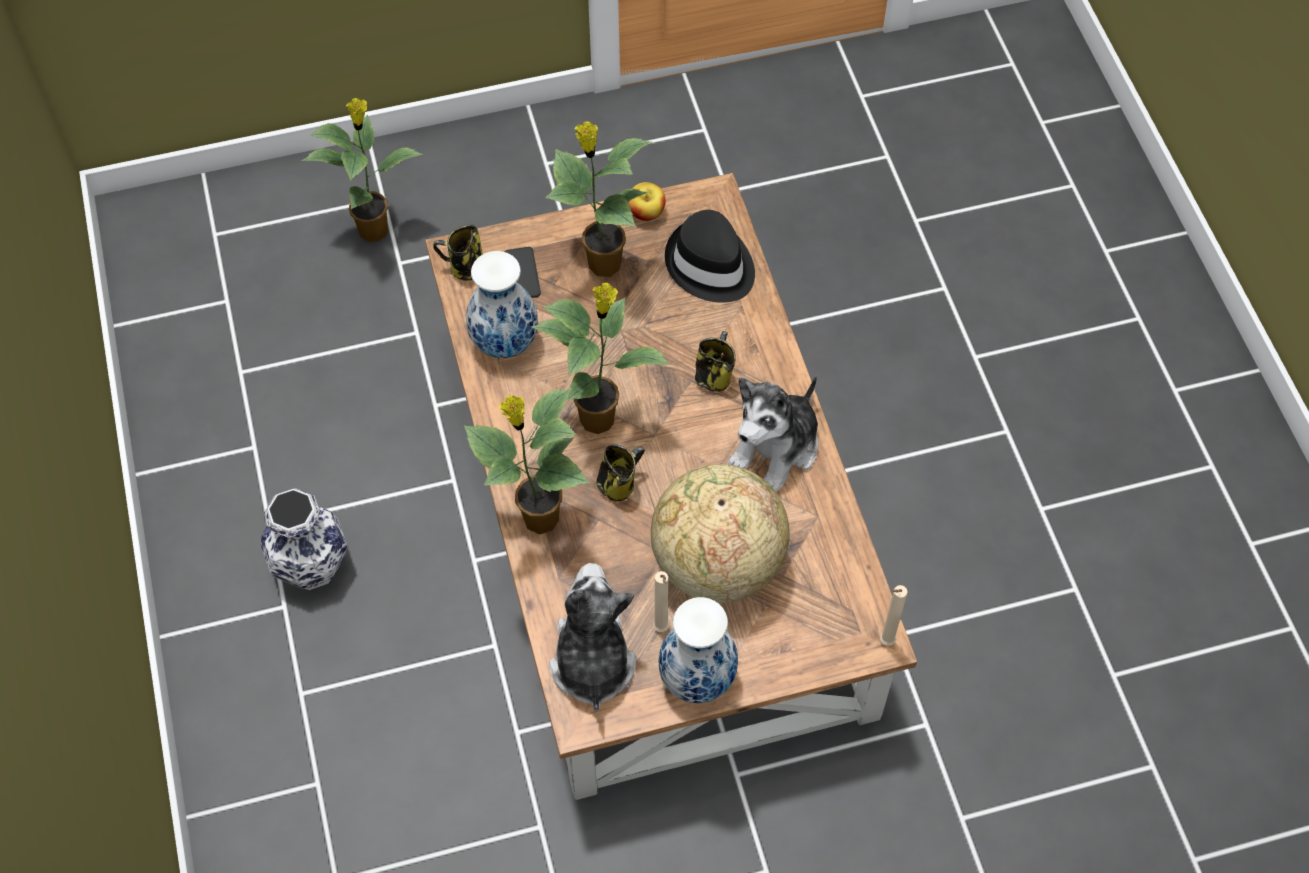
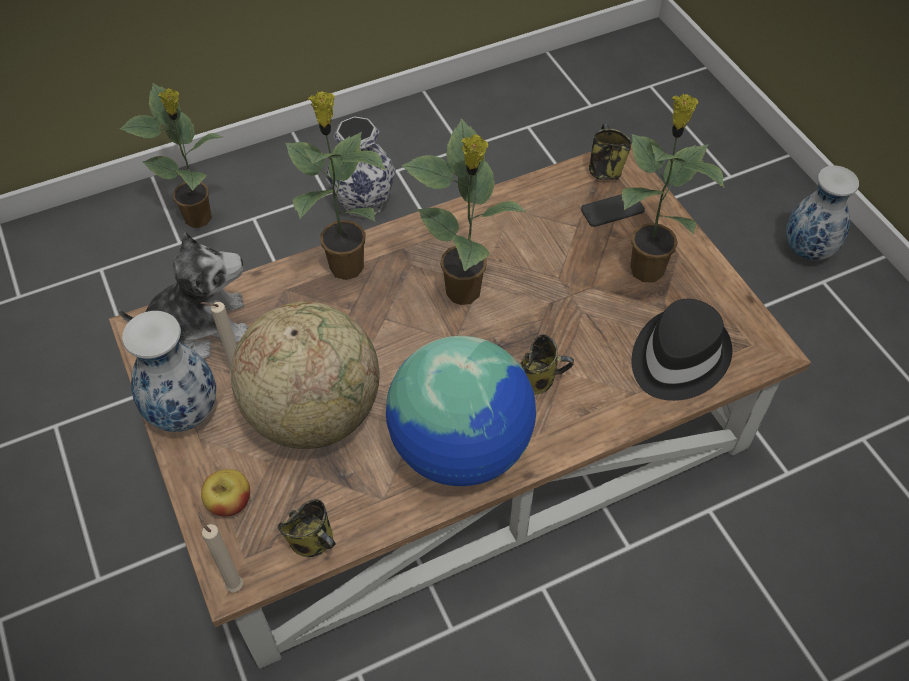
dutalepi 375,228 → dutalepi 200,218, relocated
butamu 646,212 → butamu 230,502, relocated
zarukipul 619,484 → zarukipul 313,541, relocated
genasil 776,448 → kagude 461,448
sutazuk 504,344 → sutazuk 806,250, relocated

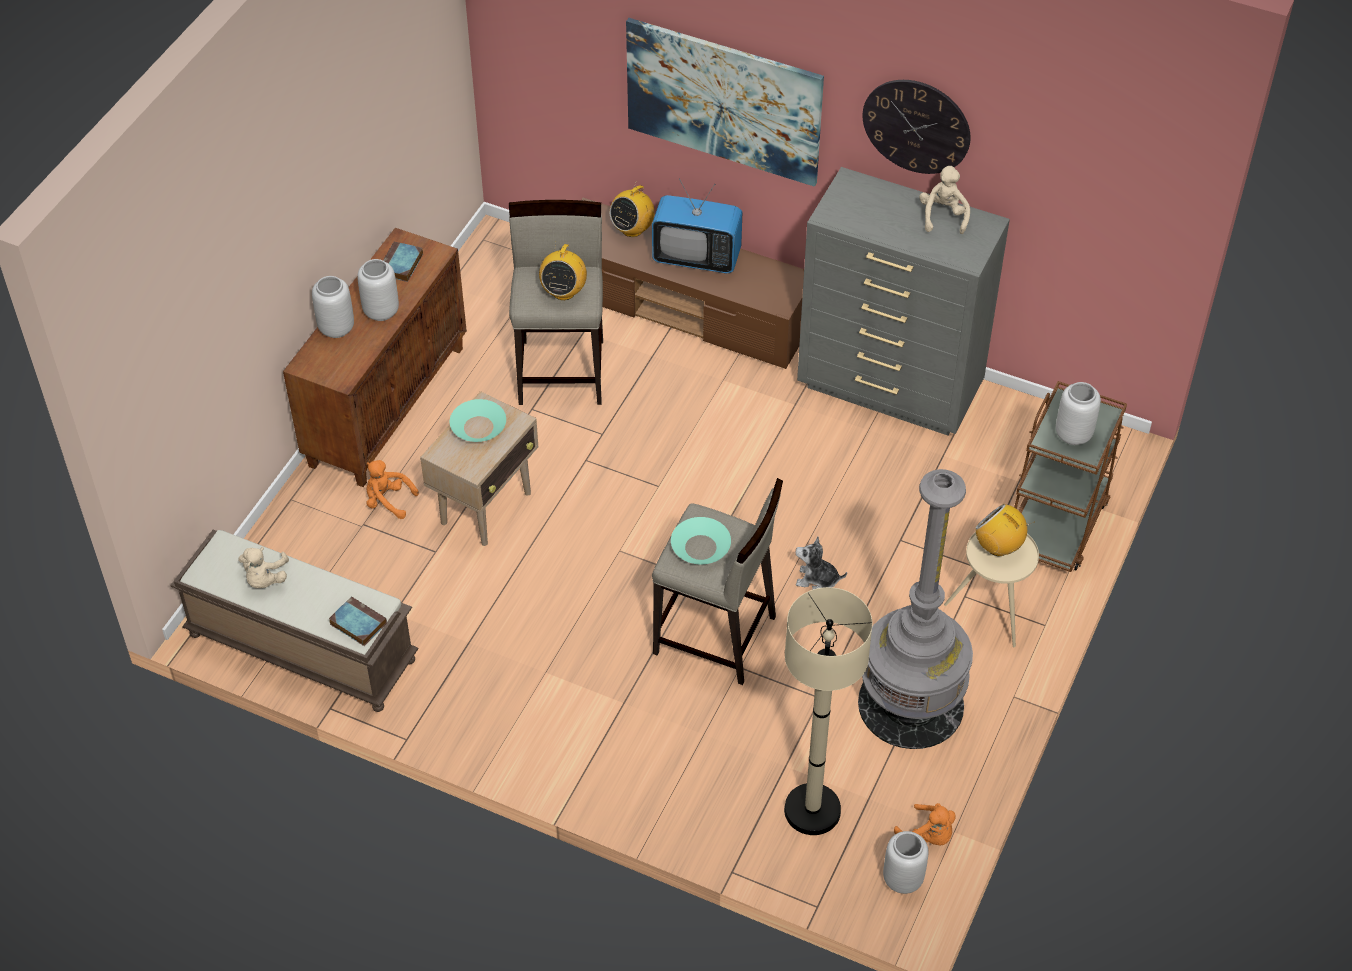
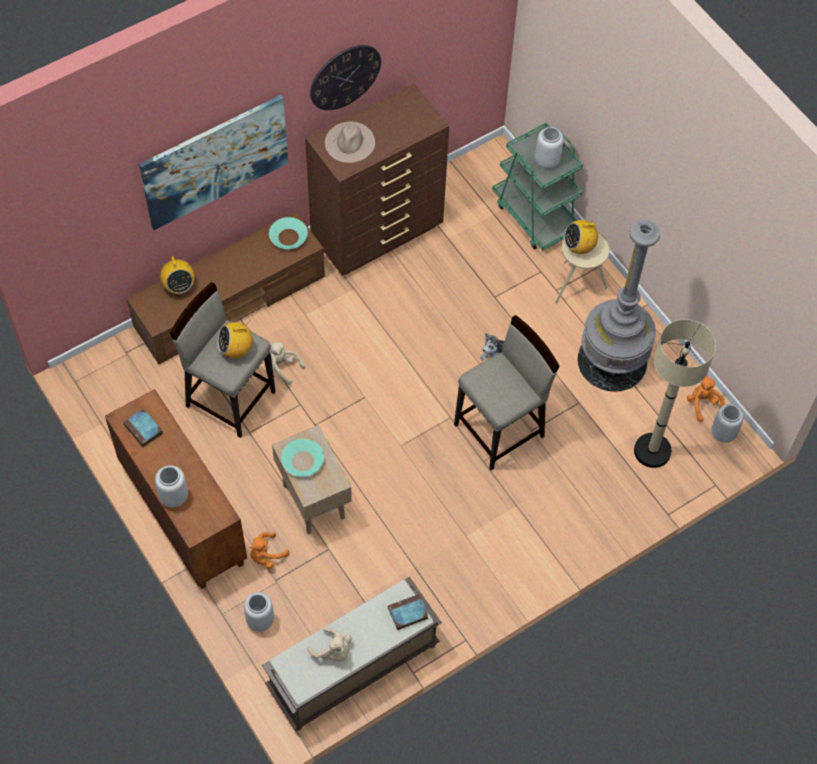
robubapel 563,292 → robubapel 236,350, 120 degrees clockwise
grey_sutazuk 381,311 → grey_sutazuk 259,620, relocated
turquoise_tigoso 700,547 → turquoise_tigoso 288,237, relocated
beige_genasil 943,216 → beige_genasil 282,368, relocated
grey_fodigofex 890,389 → brown_fodigofex 378,233
- → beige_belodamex 350,142
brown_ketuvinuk 1056,523 → green_ketuvinuk 535,215
orange_genasil 928,835 → orange_genasil 703,404, 90 degrees counterclockwise
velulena 697,257 → -

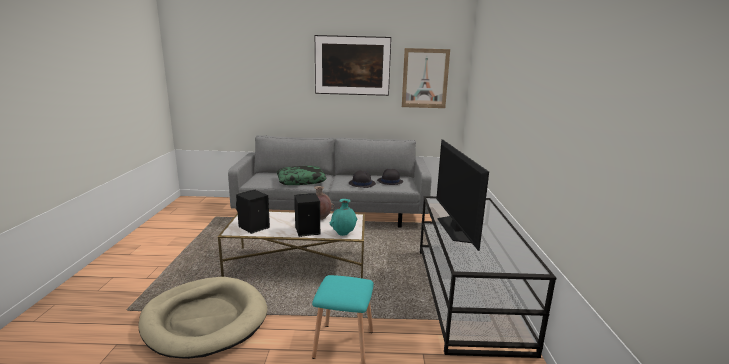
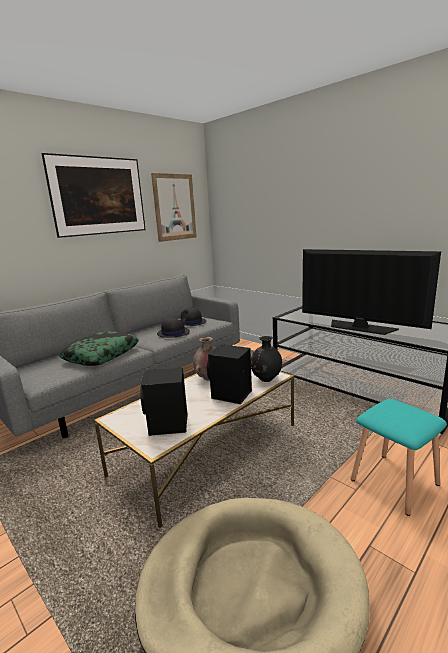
turquoise_sutazuk 343,233 → black_sutazuk 266,379

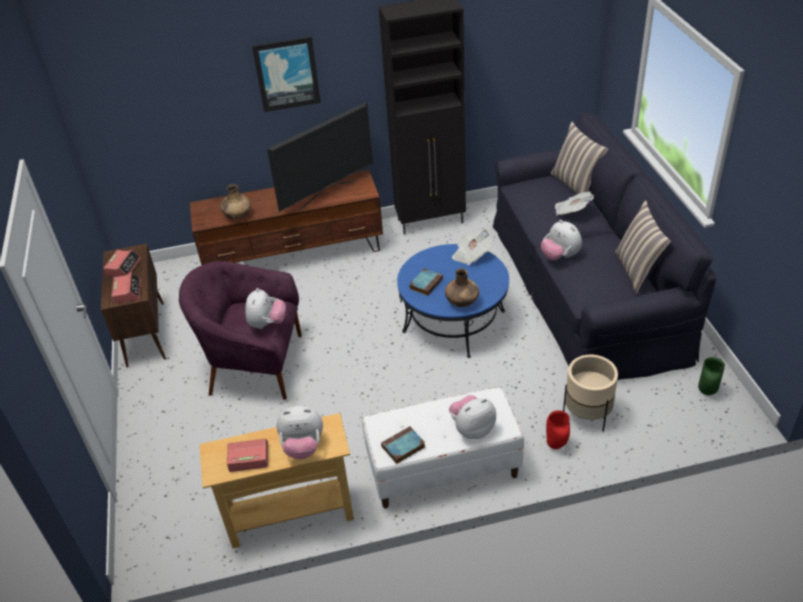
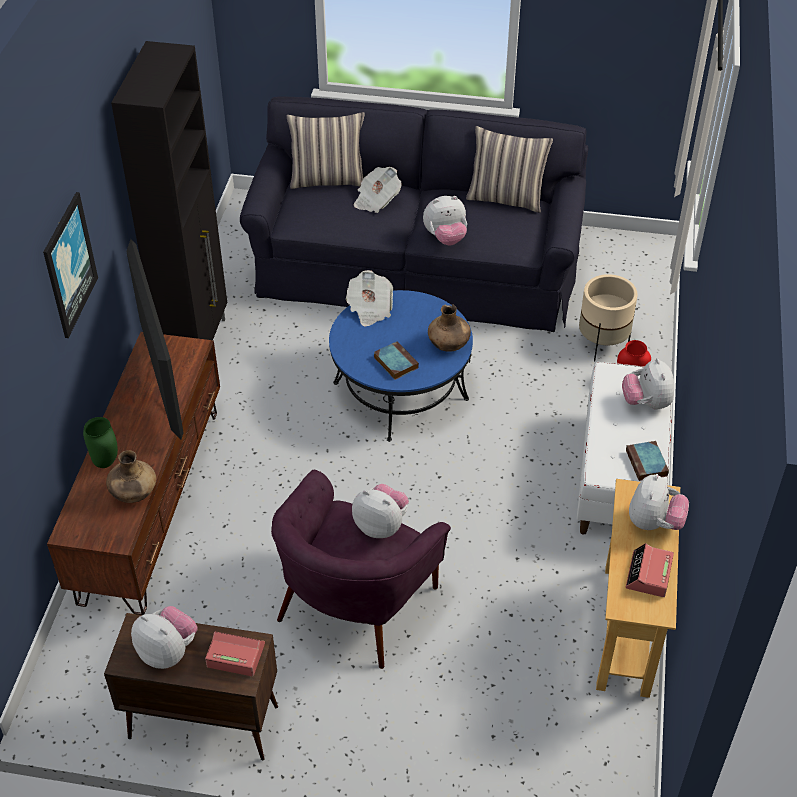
green_sutazuk 706,391 → green_sutazuk 105,463, relocated
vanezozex 123,267 → genasil 168,651

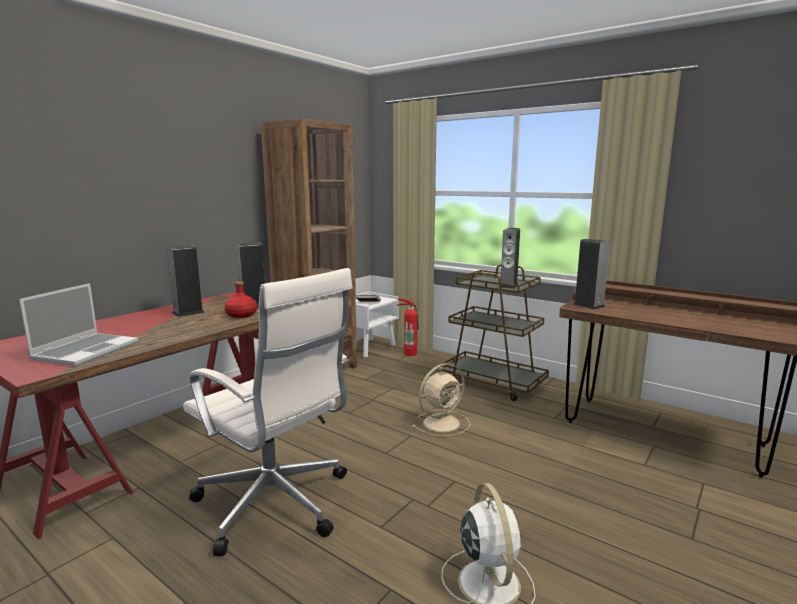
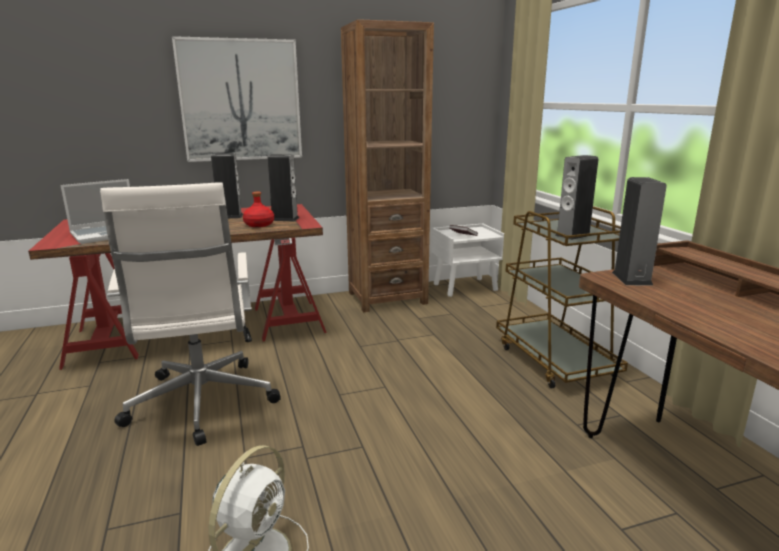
- → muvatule 240,100
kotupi 410,353 → -
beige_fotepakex 443,422 → -

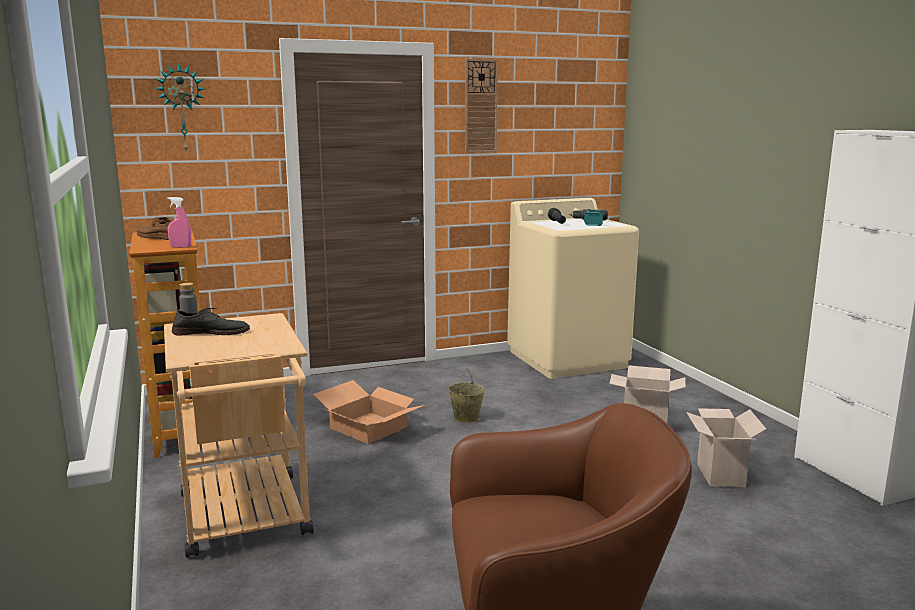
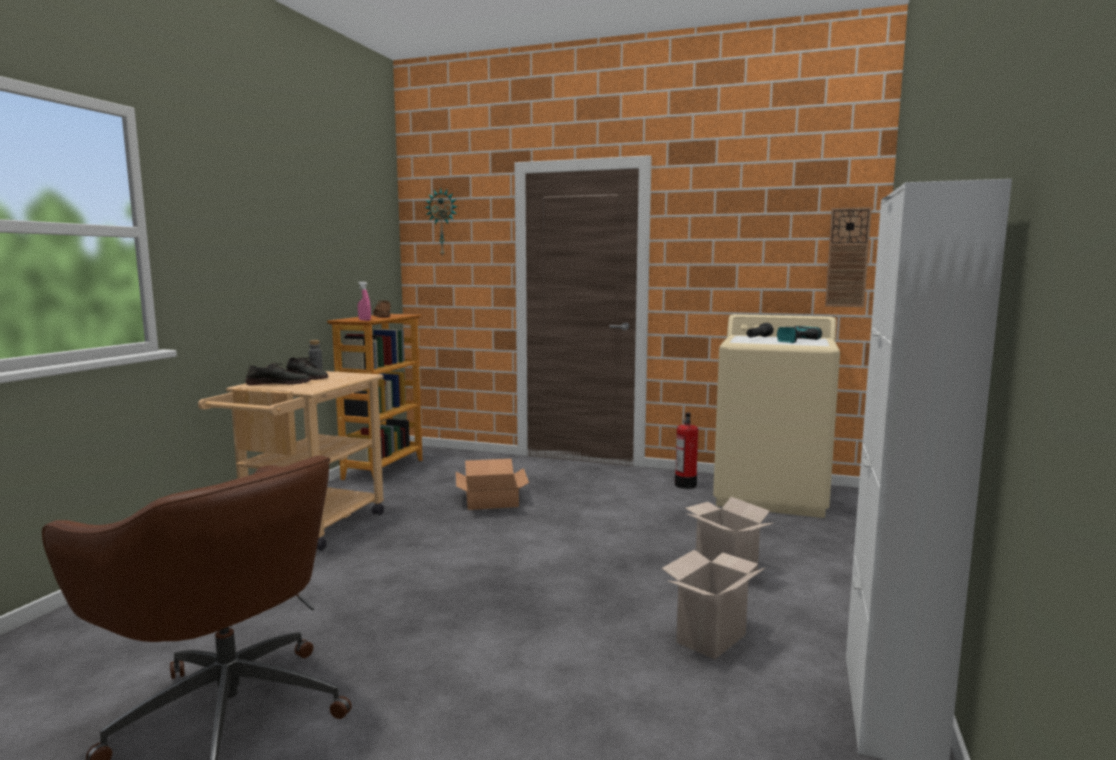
- → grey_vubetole 278,383
- → kotupi 685,485
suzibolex 480,106 → suzibolex 847,257, relocated
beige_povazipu 465,417 → -

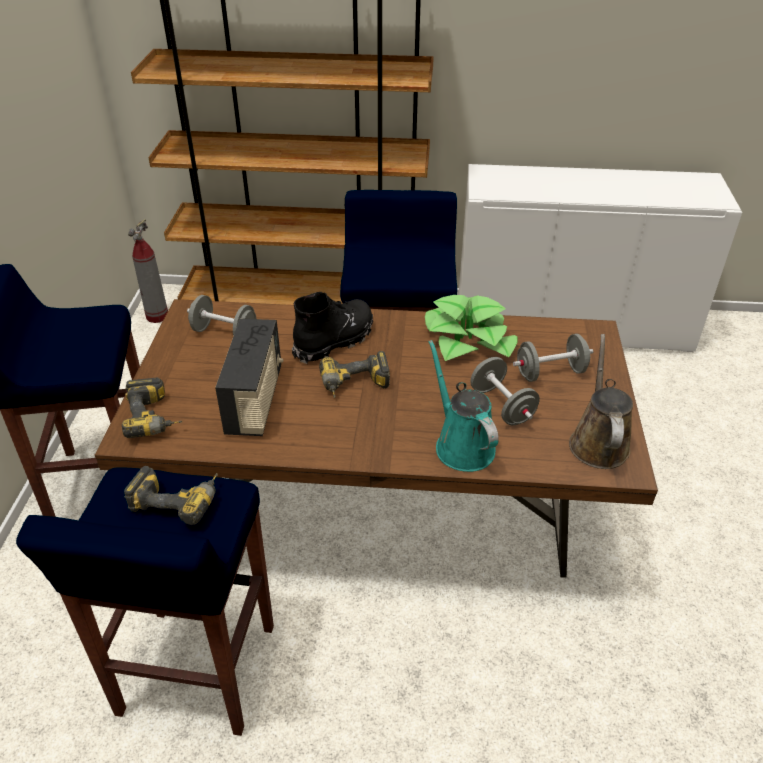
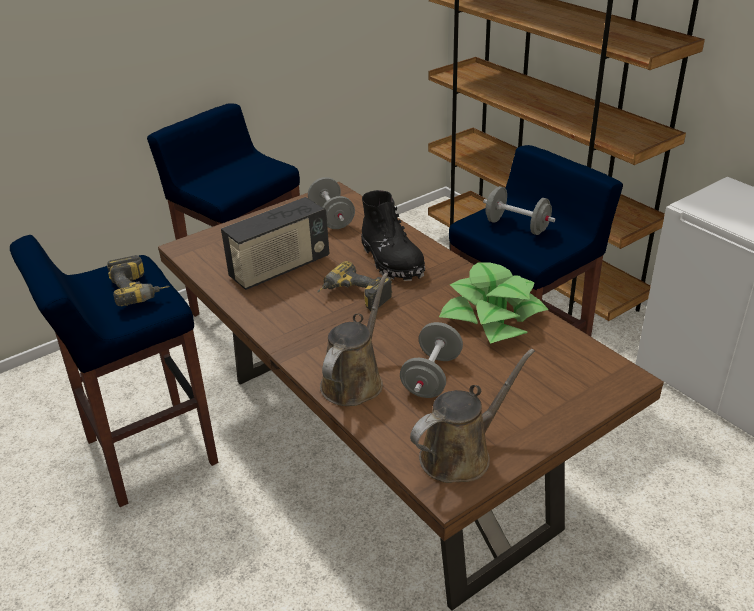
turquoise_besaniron 461,445 → brown_besaniron 354,380
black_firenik 335,341 → black_firenik 392,261, 60 degrees clockwise
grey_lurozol 550,373 → grey_lurozol 517,226, relocated
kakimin 155,418 → -
kotupi 157,316 → -

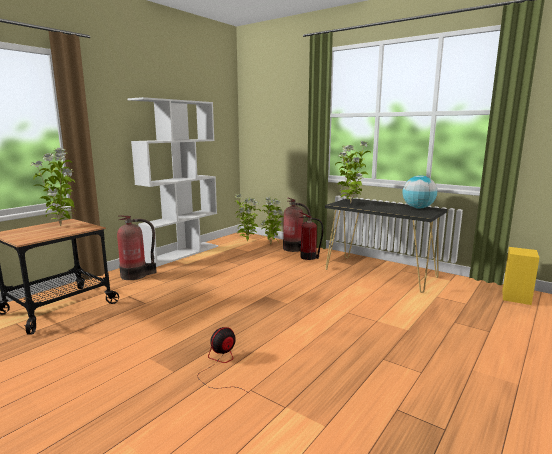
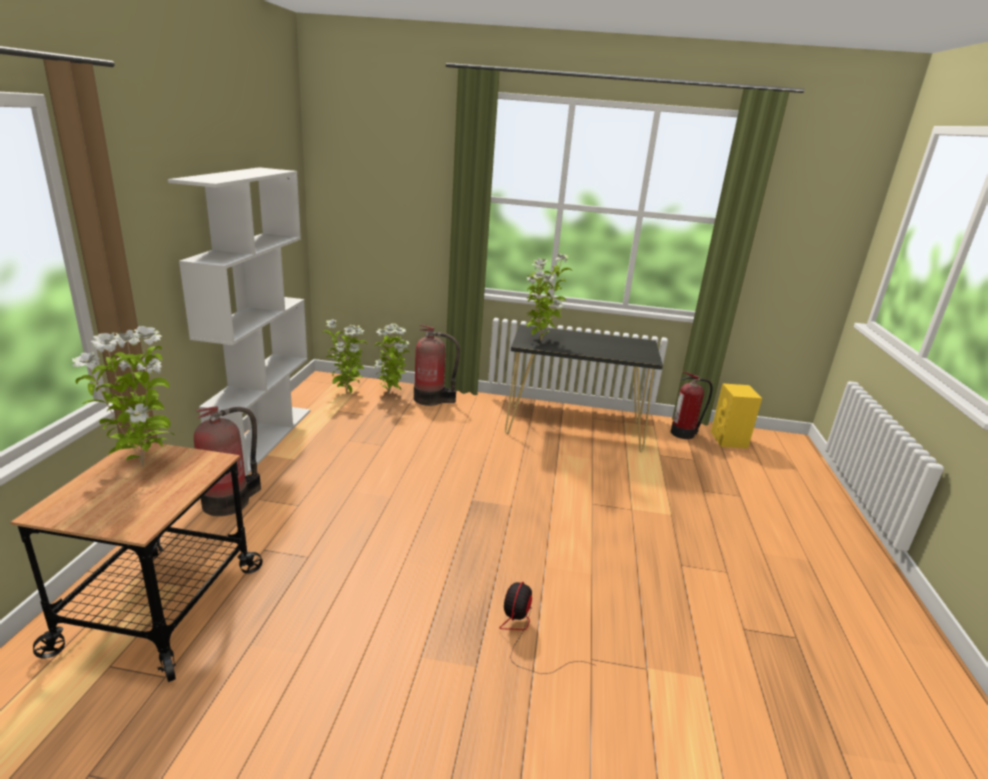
kotupi 309,257 → kotupi 684,433, relocated
kagude 418,208 → -

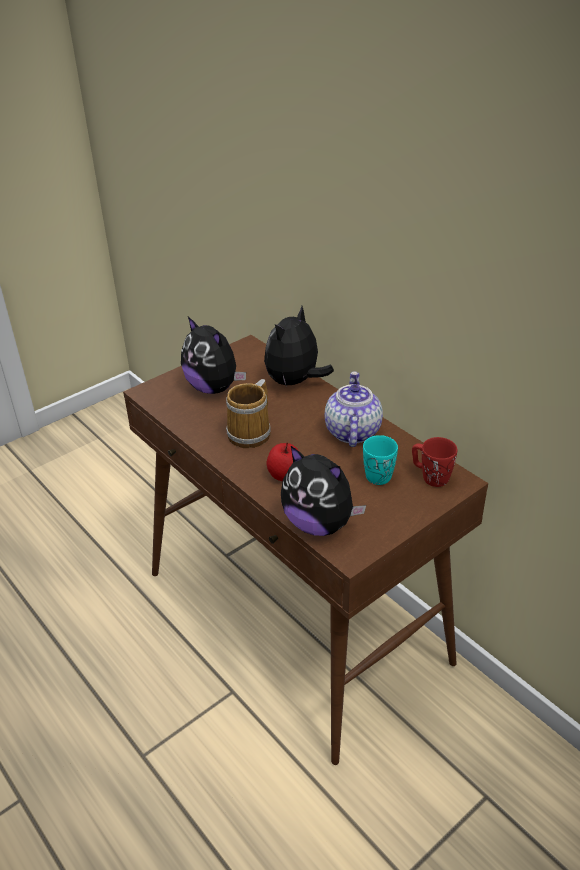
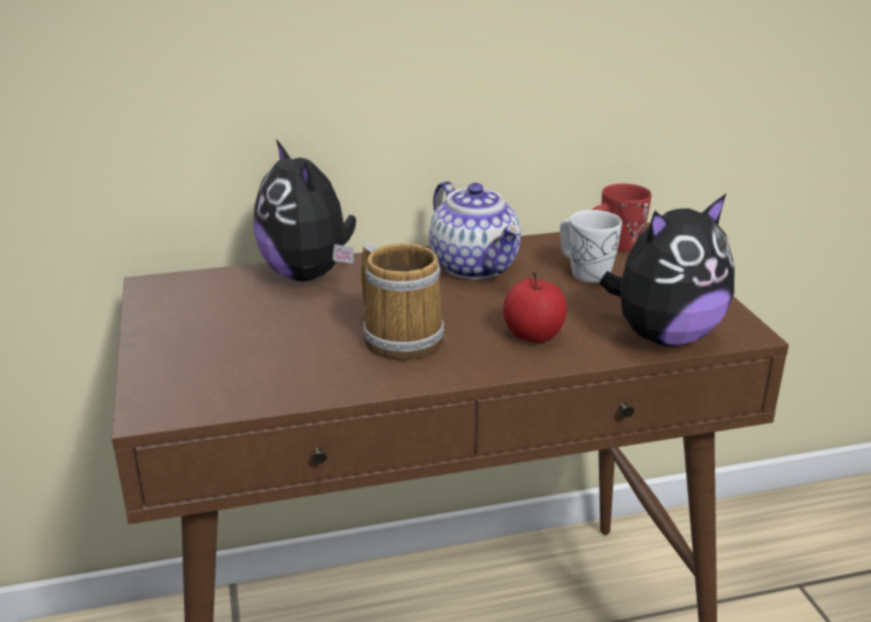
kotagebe 351,431 → kotagebe 476,266, 150 degrees counterclockwise
turquoise_zarukipul 380,473 → white_zarukipul 584,272
genasil 214,387 → -

